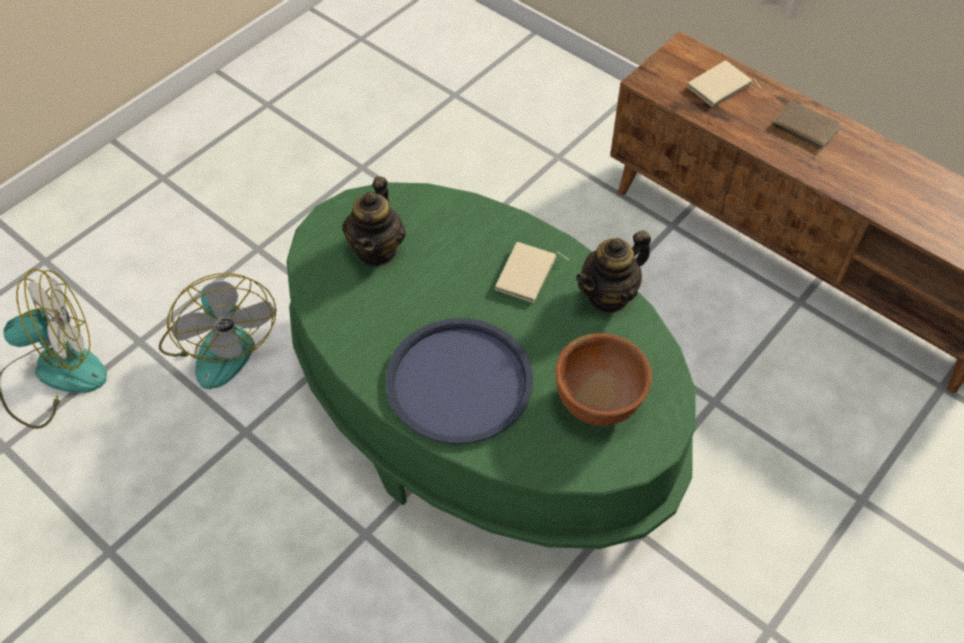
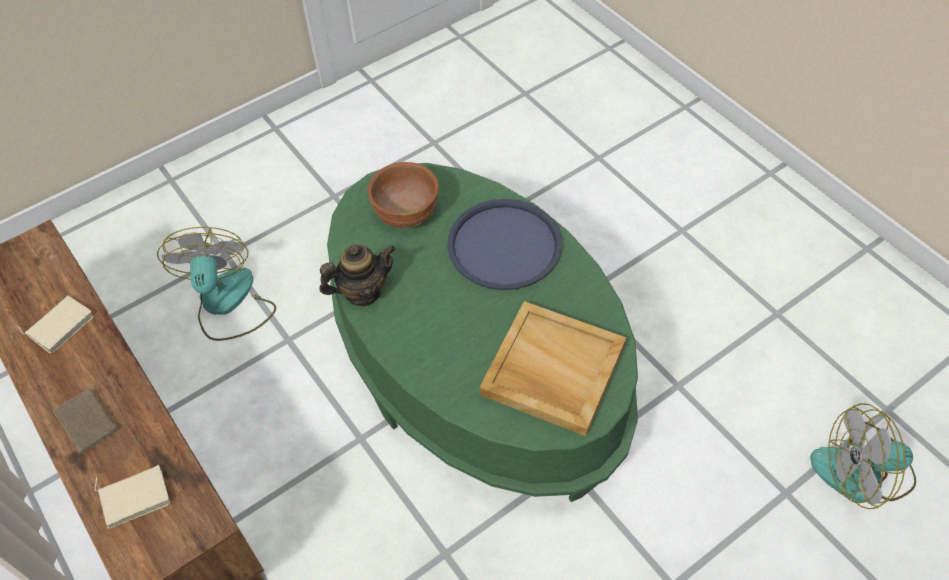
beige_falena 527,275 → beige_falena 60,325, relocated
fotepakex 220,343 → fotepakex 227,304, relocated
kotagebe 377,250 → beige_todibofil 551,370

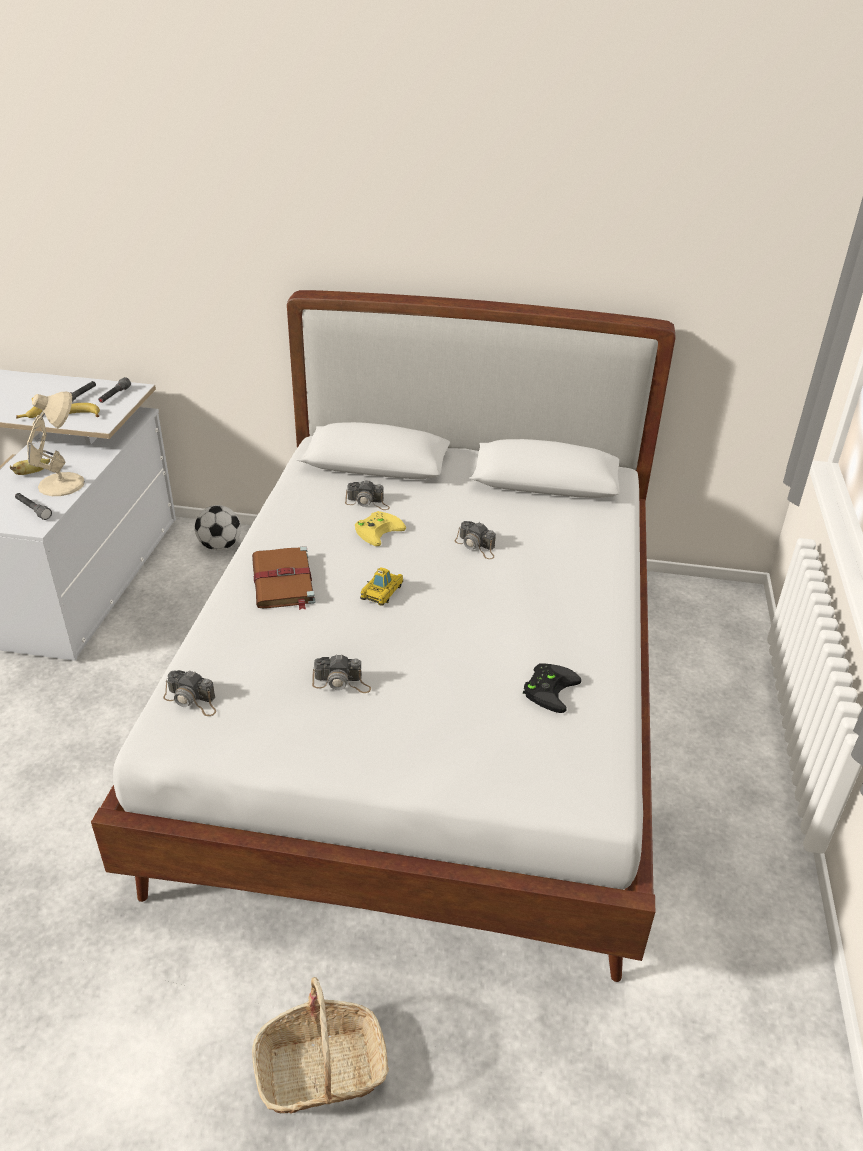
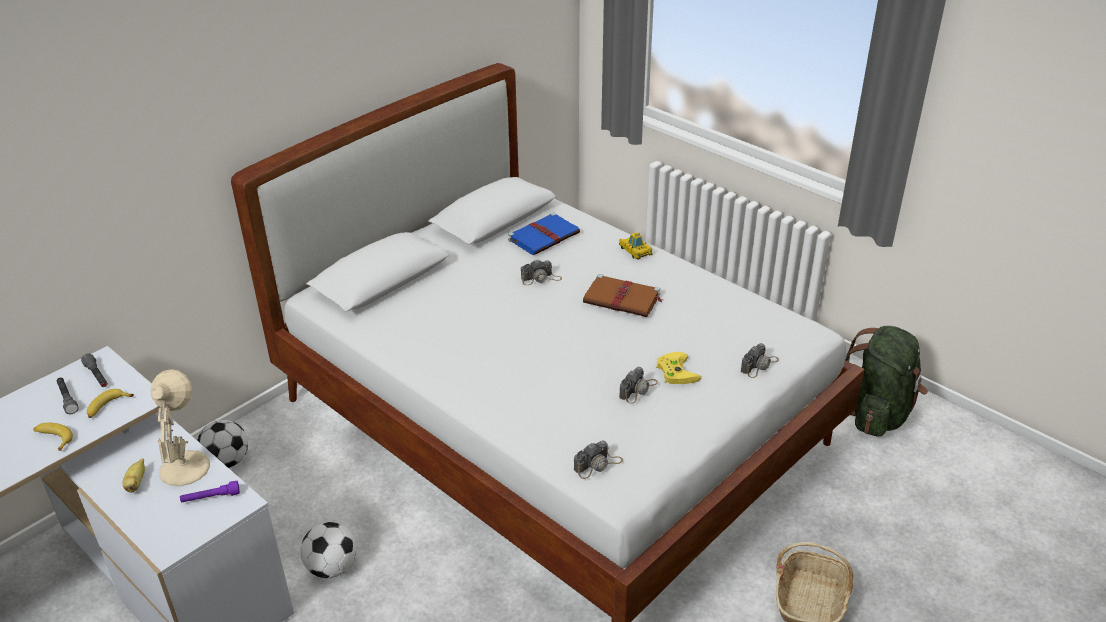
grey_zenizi 33,510 → purple_zenizi 211,498
- → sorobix 332,568
- → blue_falena 544,236
brown_falena 283,581 → brown_falena 623,299, relocated
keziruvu 382,591 → keziruvu 635,250, relocated
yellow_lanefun 378,530 → yellow_lanefun 675,371, relocated
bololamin 368,503 → bololamin 759,365, relocated
- → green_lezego 877,413
black_lanefun 549,688 → -

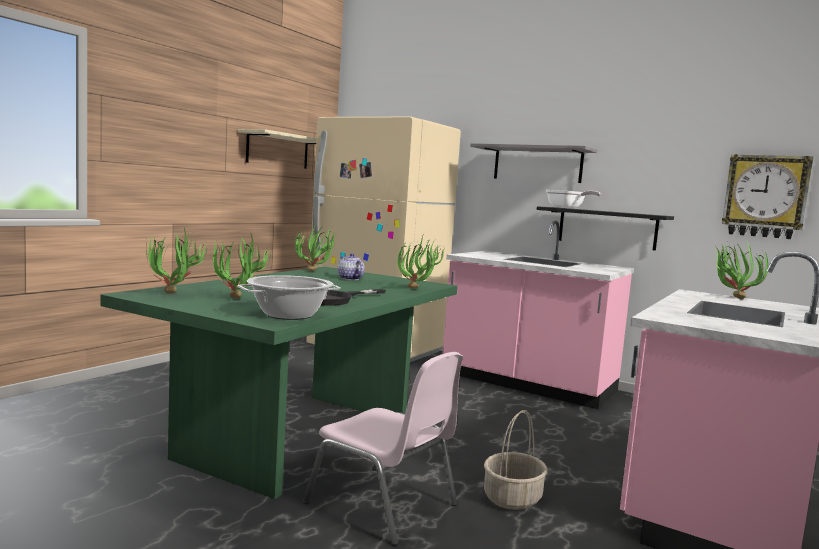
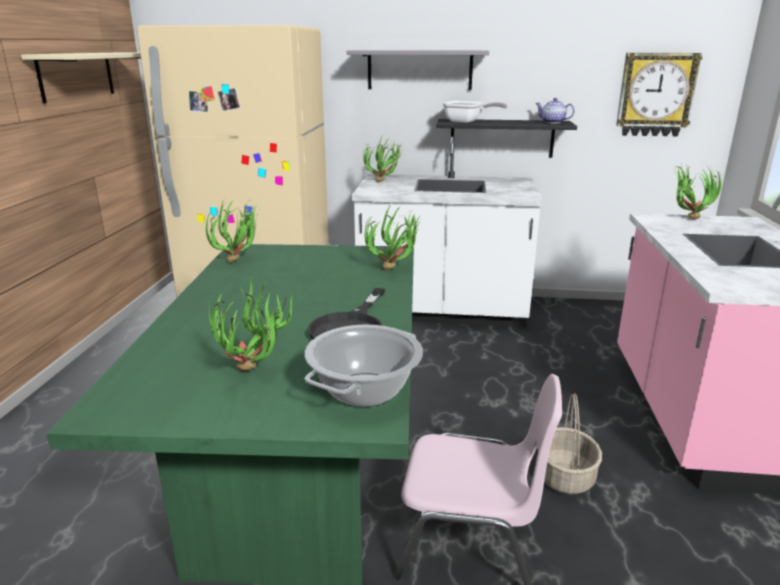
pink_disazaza 527,383 → white_disazaza 442,311
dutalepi 174,295 → dutalepi 384,182, relocated
kotagebe 350,279 → kotagebe 553,122, relocated

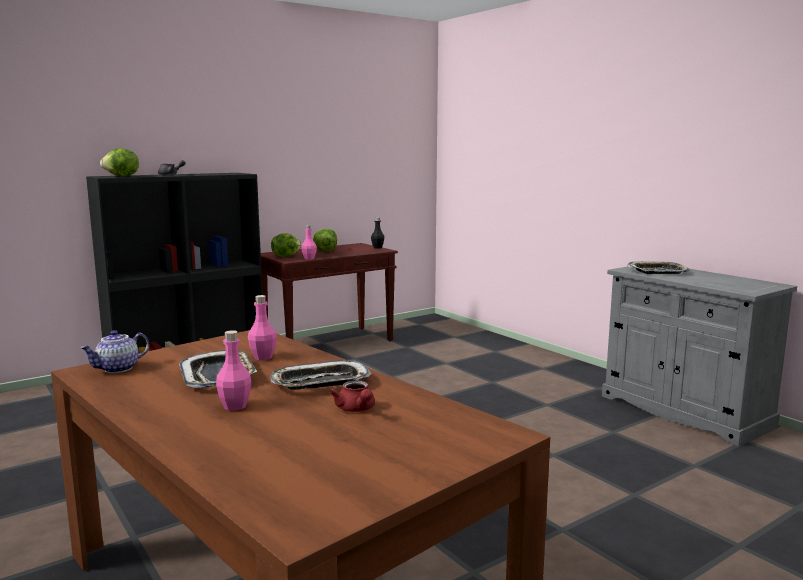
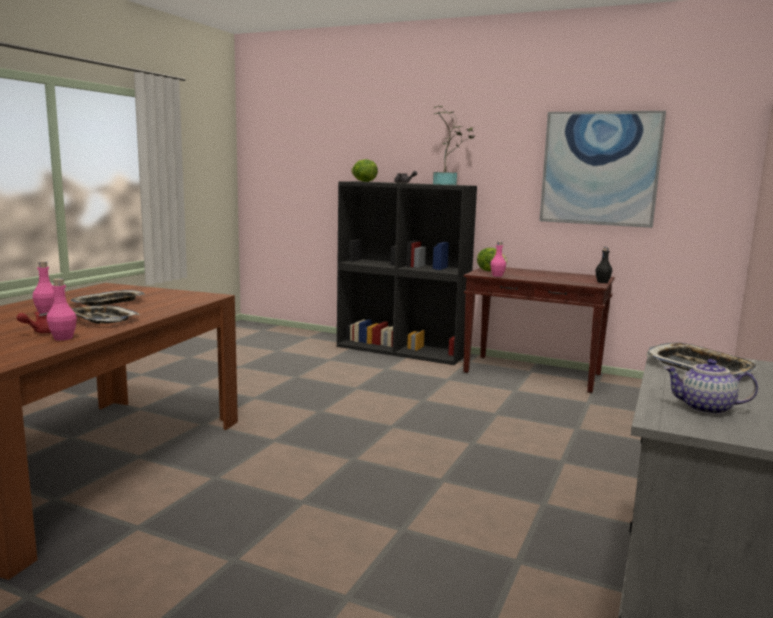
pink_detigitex 263,357 → pink_detigitex 63,338, relocated
- → dutalepi 447,184
- → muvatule 599,168
kotagebe 118,369 → kotagebe 705,409, relocated
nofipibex 325,251 → -

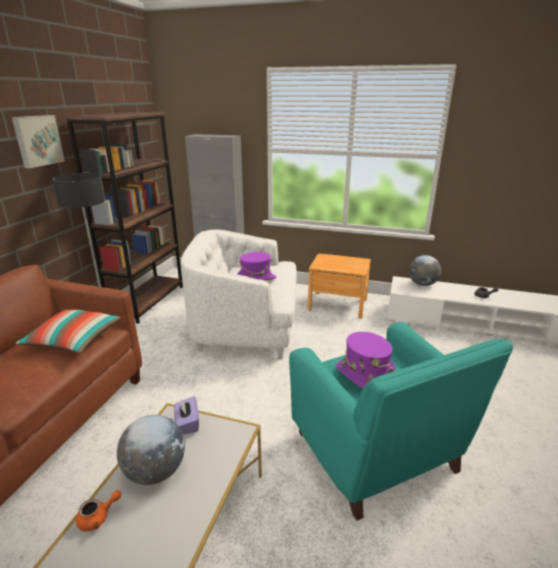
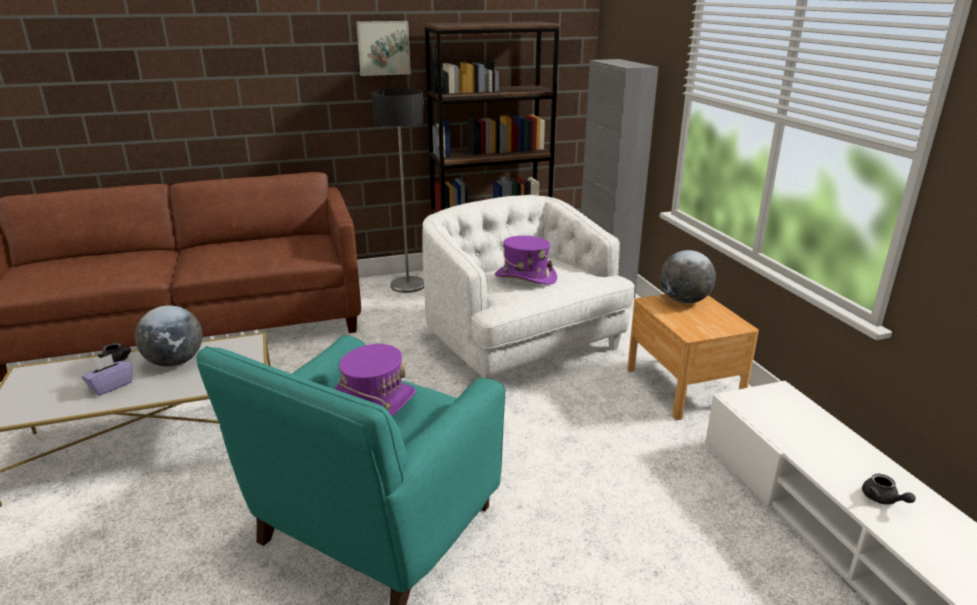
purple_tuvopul 187,423 → purple_tuvopul 111,386, relocated
orange_kotagebe 98,517 → grey_kotagebe 117,361
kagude 422,284 → kagude 684,301, relocated
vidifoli 74,340 → -

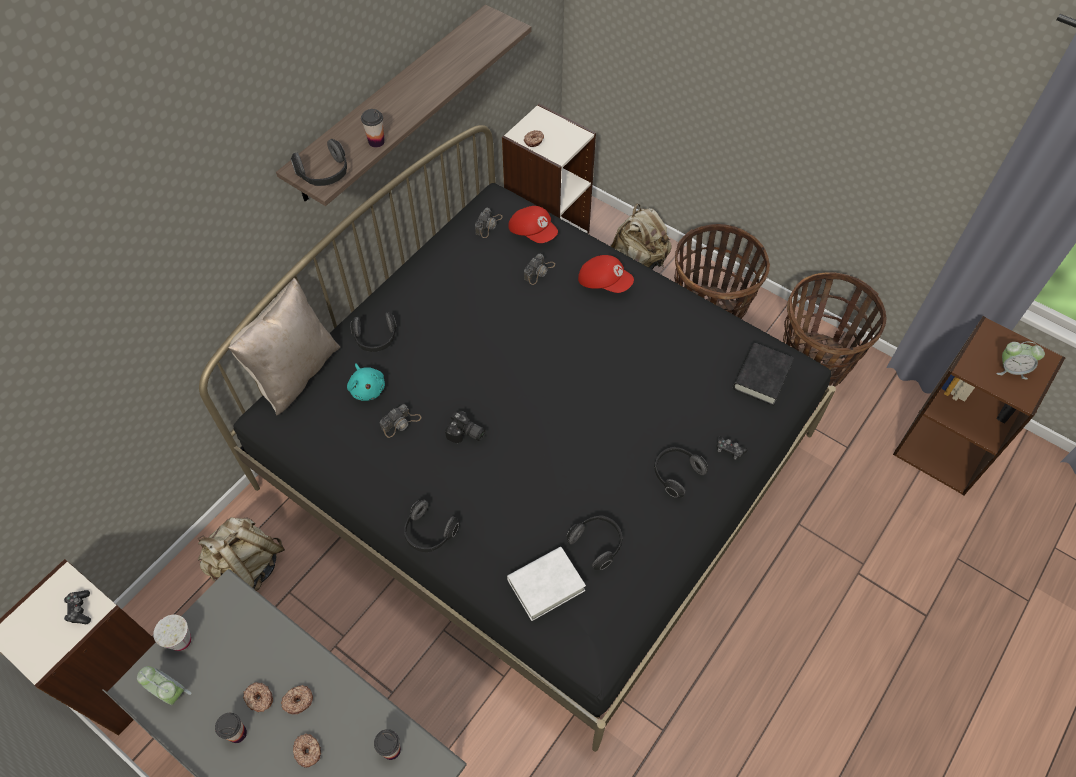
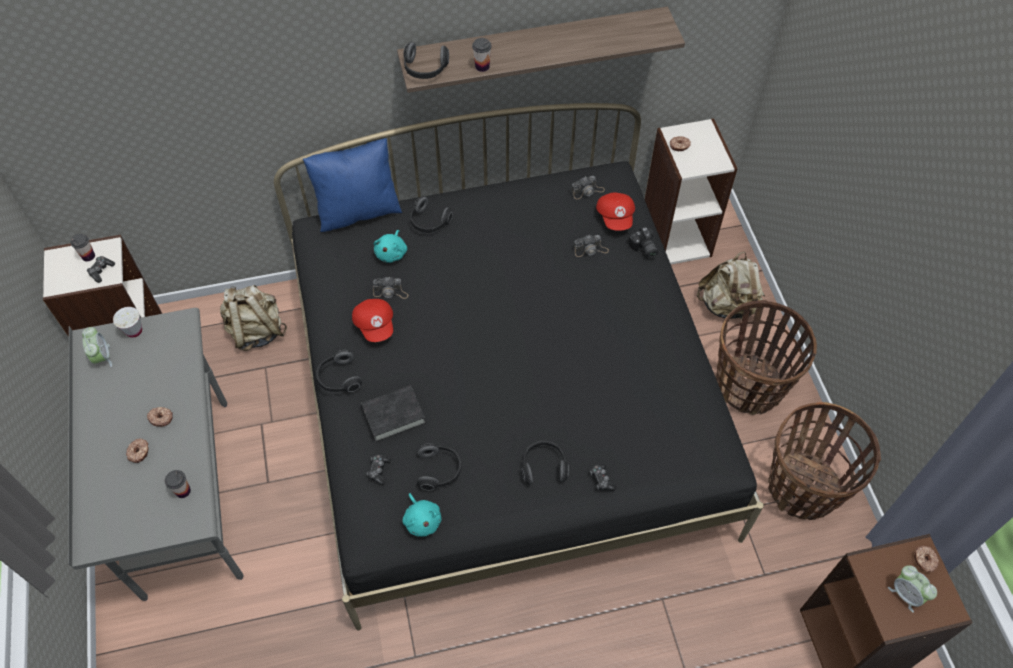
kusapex 237,733 → kusapex 88,256, relocated
beige_vidifoli 295,372 → blue_vidifoli 358,210
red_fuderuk 604,282 → red_fuderuk 375,325, relocated
black_falena 761,377 → black_falena 393,415, relocated
white_falena 546,585 → lanefun 379,470
- → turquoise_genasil 422,520
bololamin 466,434 → bololamin 643,249, relocated
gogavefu 259,699 → gogavefu 924,560, relocated

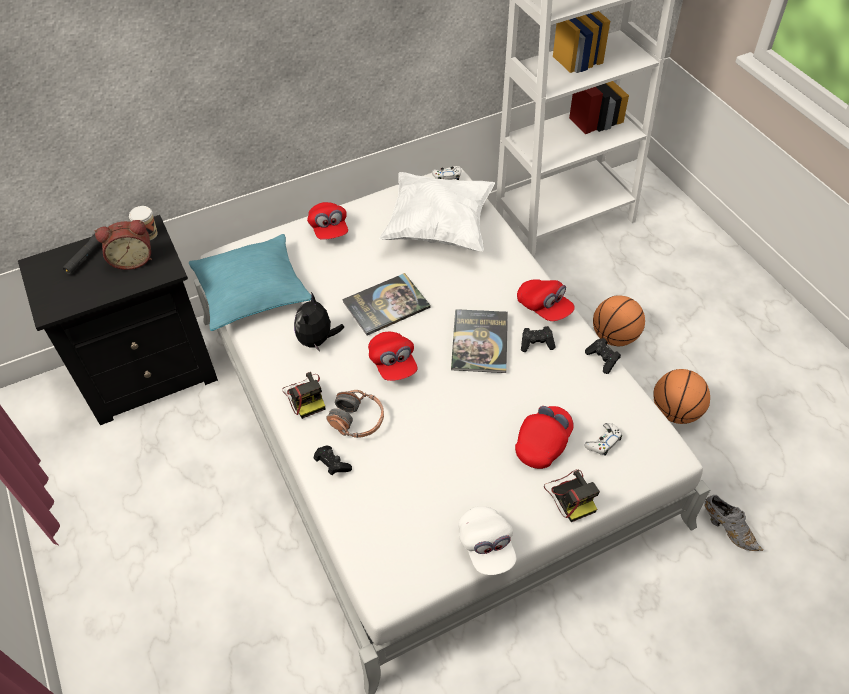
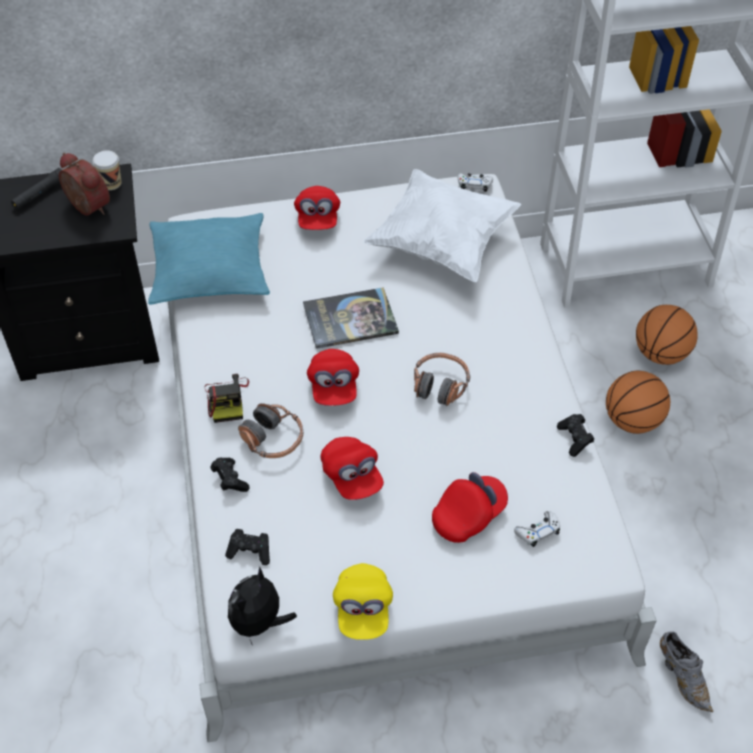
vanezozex 133,259 → vanezozex 86,207, 135 degrees counterclockwise
black_lanefun 536,343 → black_lanefun 250,551, relocated
genasil 318,340 → genasil 259,622, relocated
red_fuderuk 544,308 → red_fuderuk 352,477, relocated
white_fuderuk 486,546 → yellow_fuderuk 363,609
falena 479,341 → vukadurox 440,385
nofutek 675,411 → nofutek 660,353, relocated
bololamin 571,495 → -

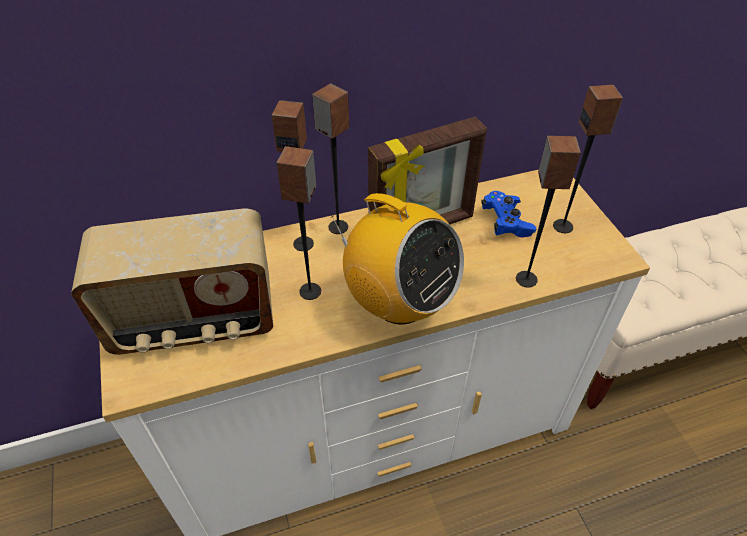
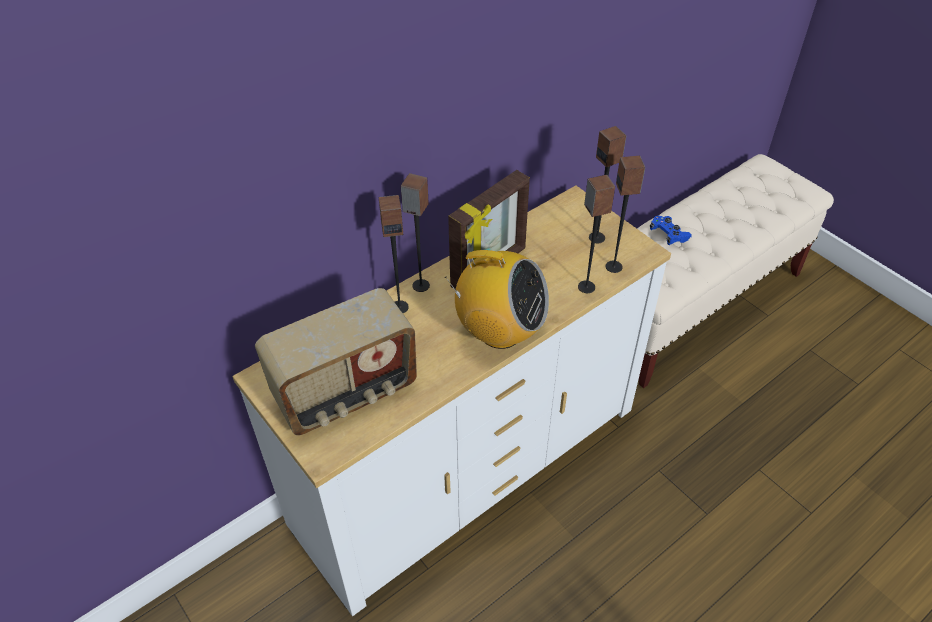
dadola 310,291 → dadola 614,267, relocated
blue_lanefun 506,222 → blue_lanefun 668,235, relocated

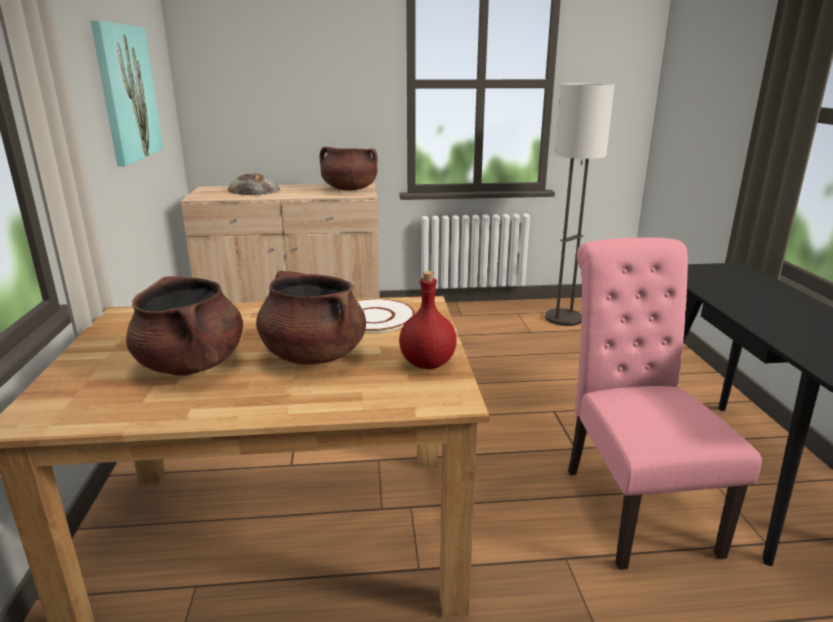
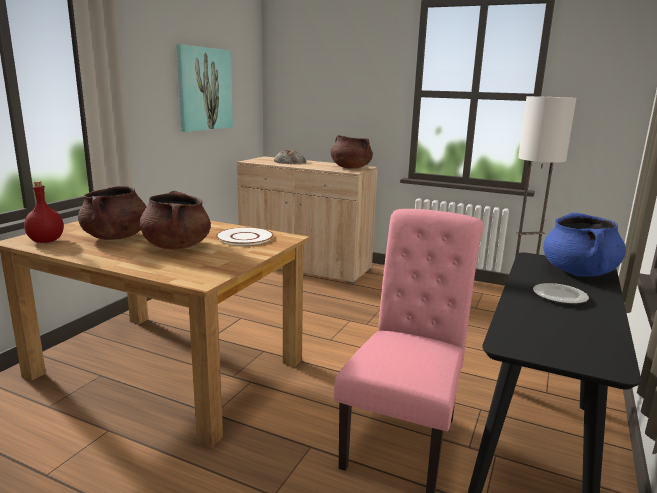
red_detigitex 426,364 → red_detigitex 45,241, relocated
- → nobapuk 559,296
- → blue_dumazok 579,272

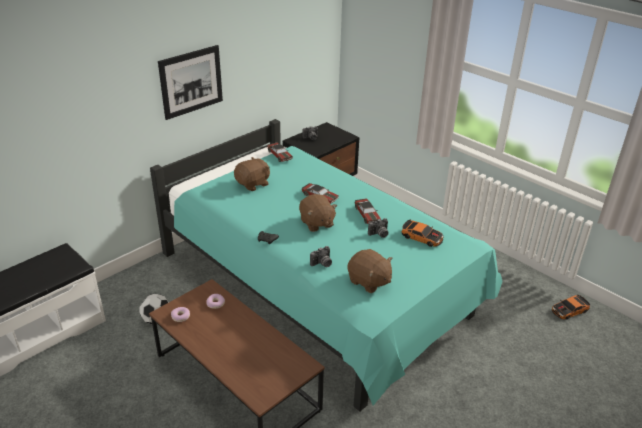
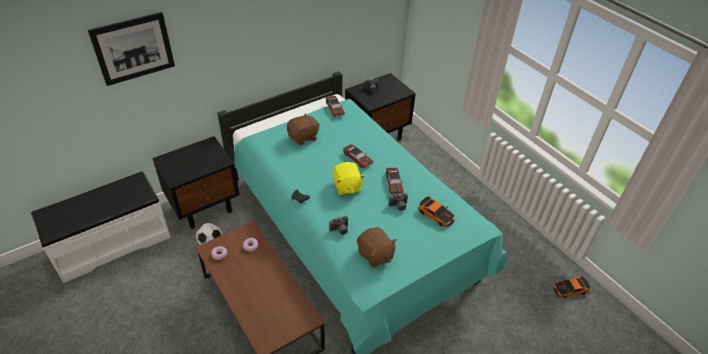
muvatule 191,81 → muvatule 133,48, relocated
- → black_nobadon 205,207
brown_genasil 316,223 → yellow_genasil 347,187

